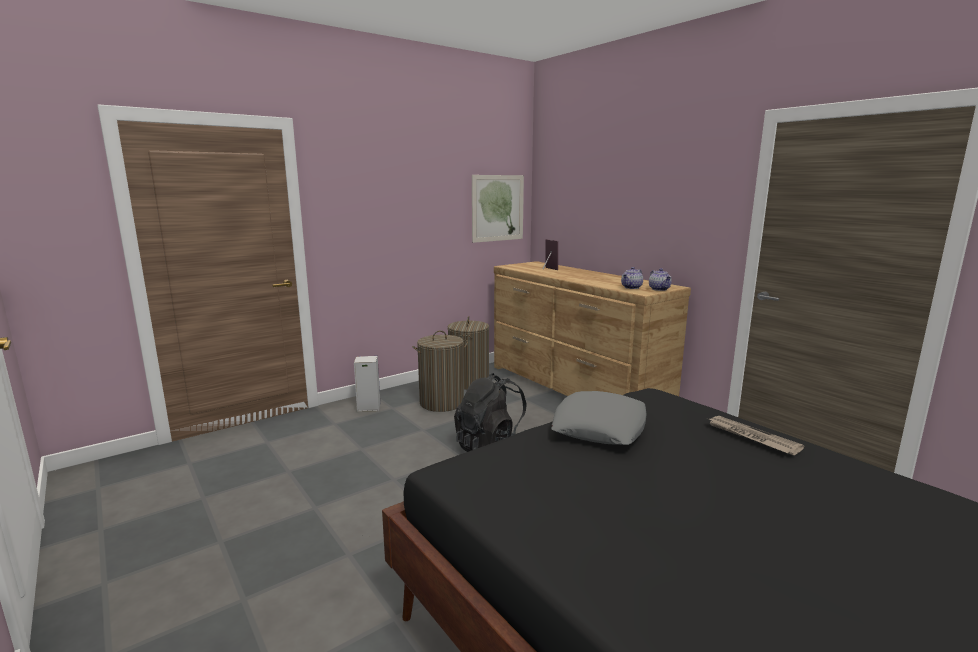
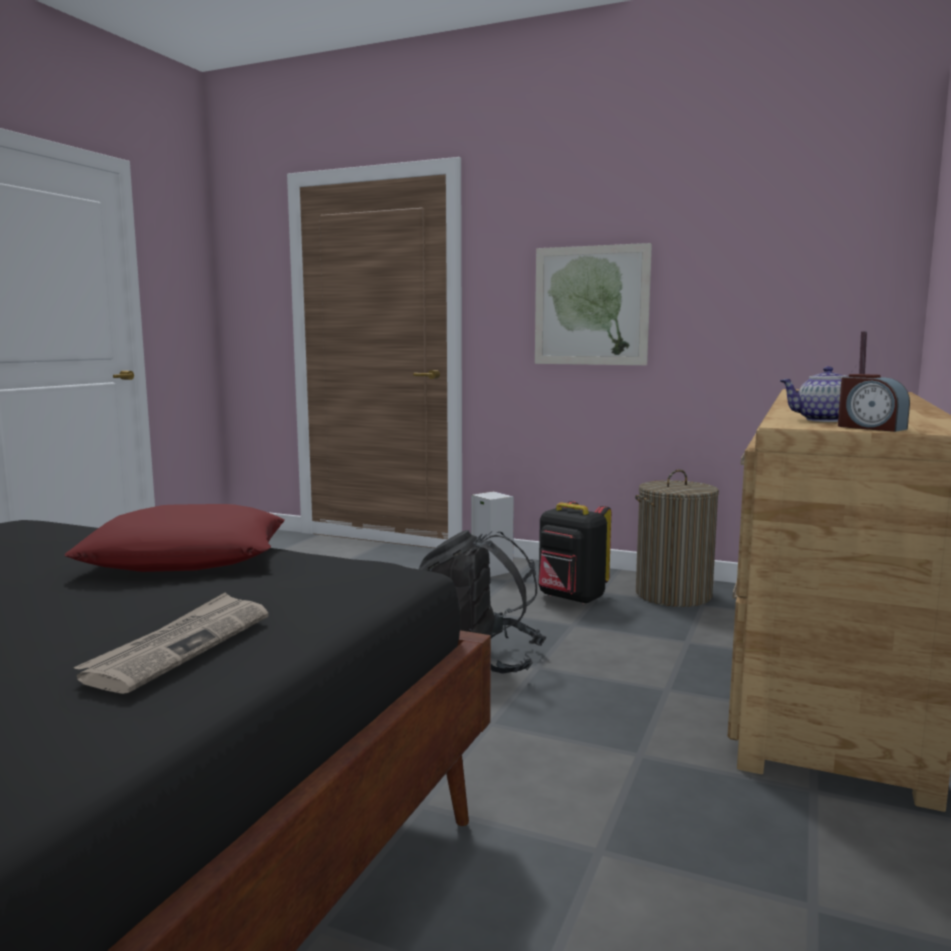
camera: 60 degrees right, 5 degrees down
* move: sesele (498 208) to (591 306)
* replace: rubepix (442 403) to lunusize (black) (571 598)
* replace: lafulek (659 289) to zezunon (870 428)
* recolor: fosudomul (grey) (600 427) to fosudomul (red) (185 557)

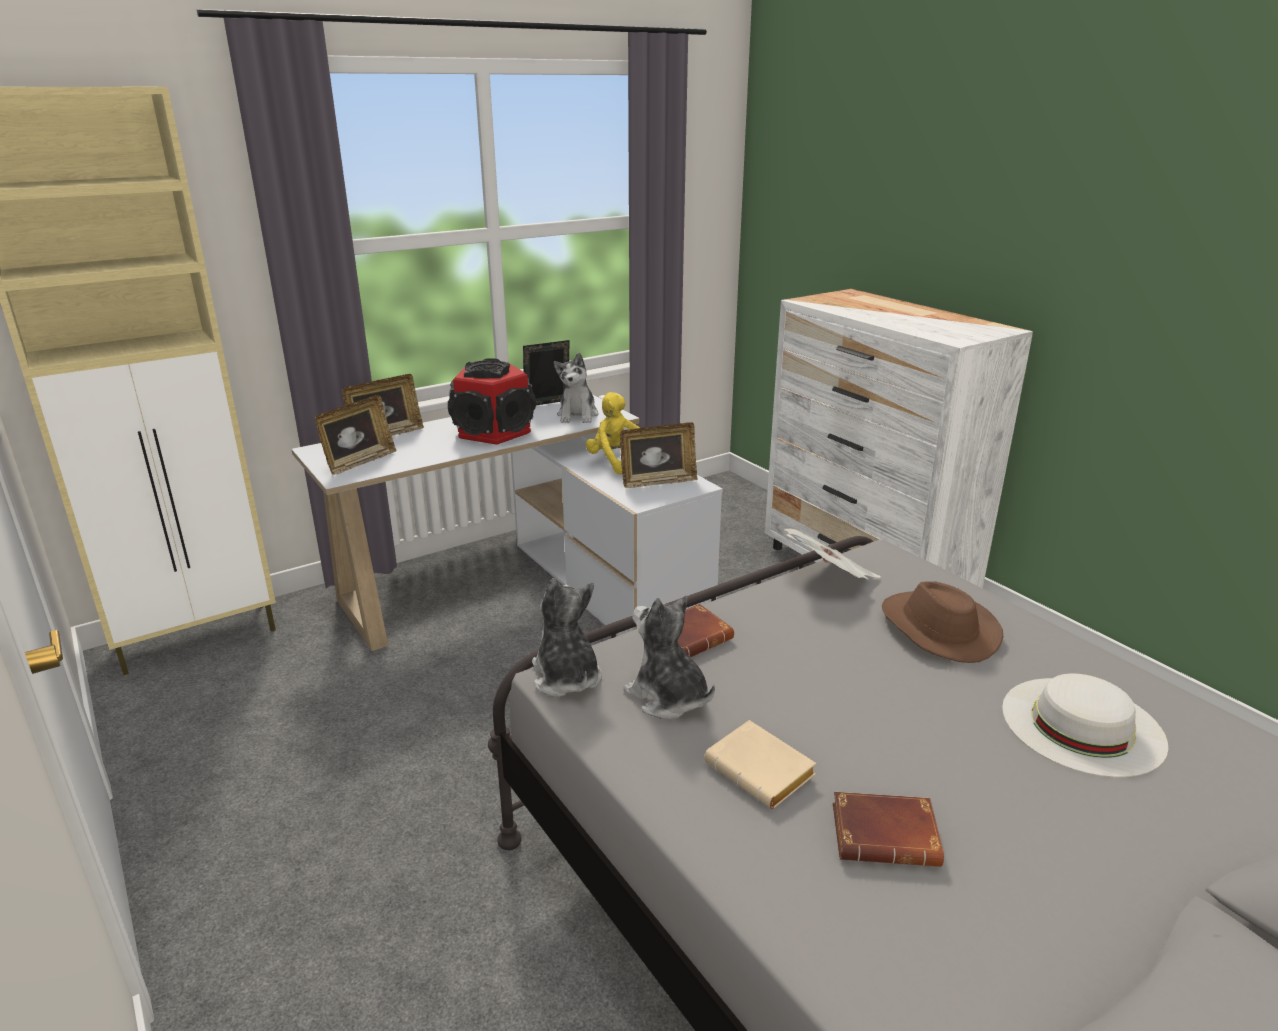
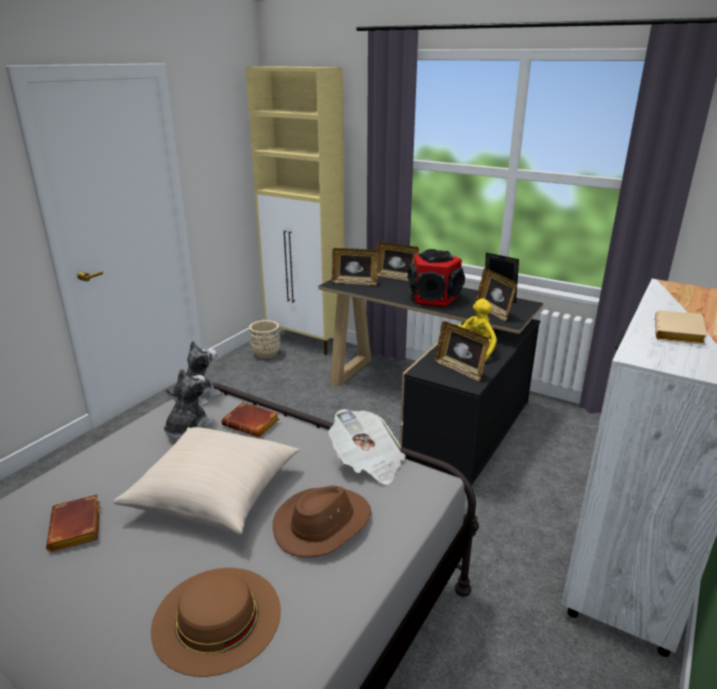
camera: 65 degrees right, 0 degrees up
* insert: fosudomul (beige) (214 494)
* insert: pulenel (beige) (266 354)
* move: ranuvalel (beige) (763 771) to (680 334)
* replace: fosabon (578 415) to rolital (494 312)
* recolor: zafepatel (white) (529 589) to zafepatel (black) (430 408)
* recolor: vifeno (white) (1082 725) to vifeno (brown) (217 617)

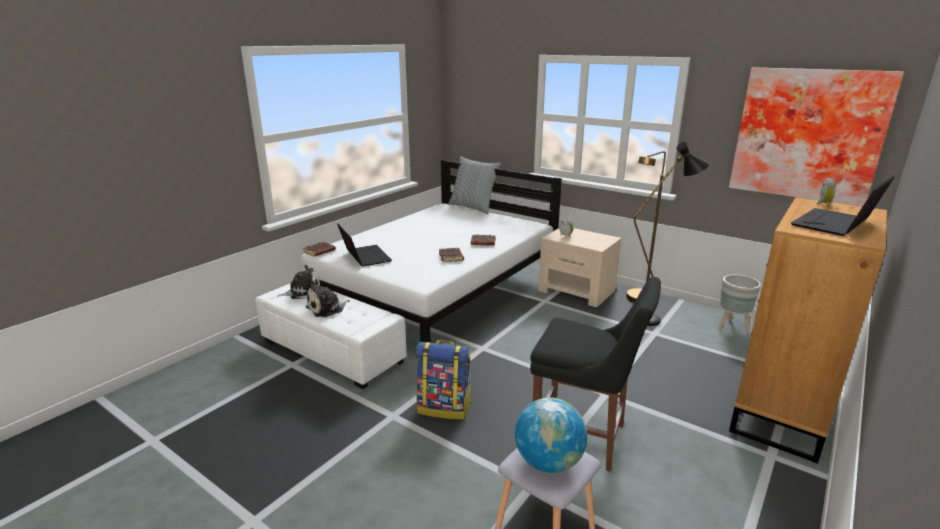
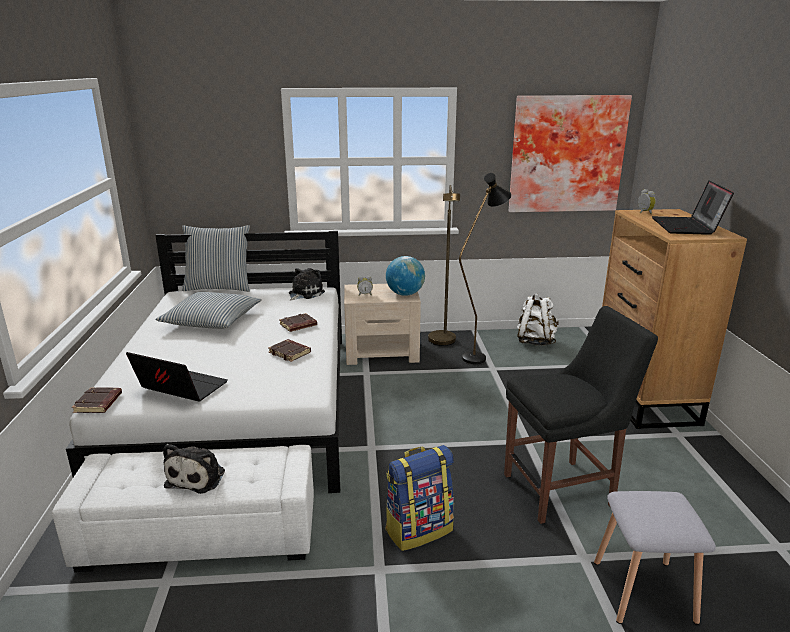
camera: 40 degrees left, 0 degrees up
* insert: fosudomul (212 320)
* move: fosabon (303 292) to (304 293)
* move: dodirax (548 462) to (405 294)
* replace: pulenel (grey) (731 327) to lunusize (white) (535 341)

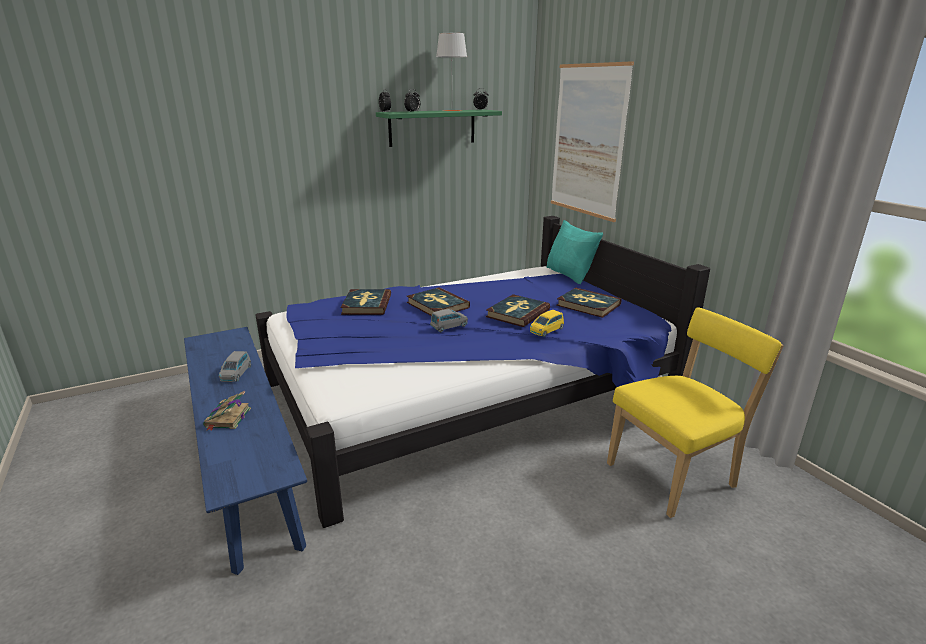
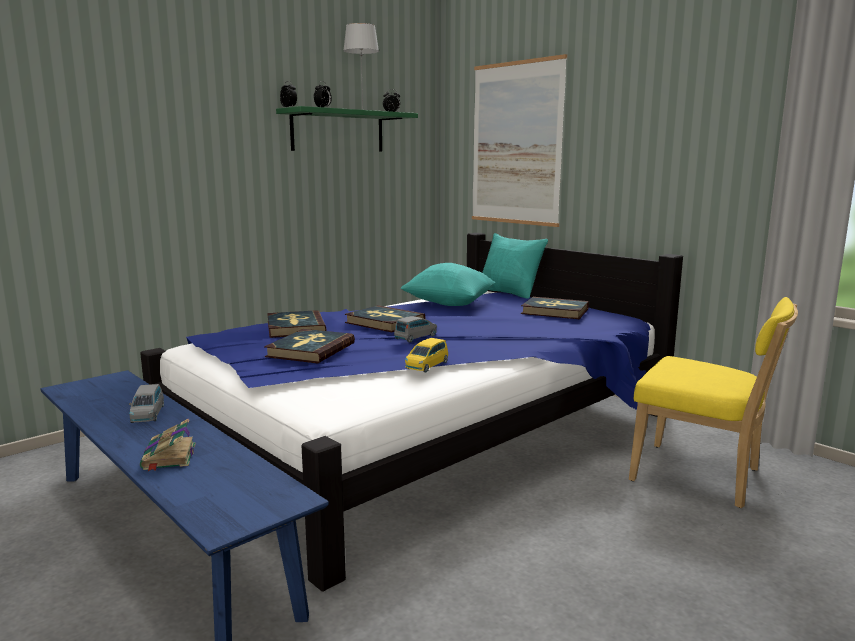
camera: 15 degrees left, 10 degrees down
* insert: fosudomul (turquoise) (449 304)
* move: ranuvalel (517 313) to (310 350)
* move: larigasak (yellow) (546 330) to (427 365)
* rotate: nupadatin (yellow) (675 474) = (701 477) 75 degrees clockwise

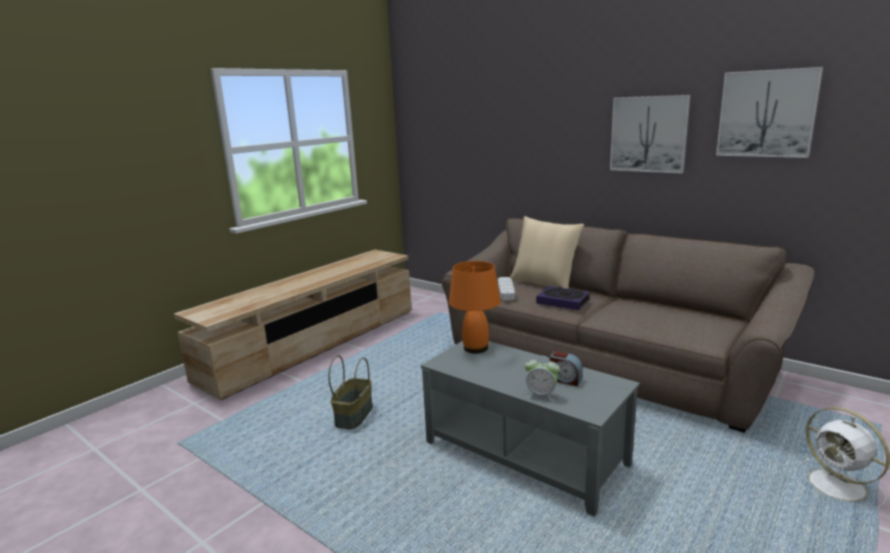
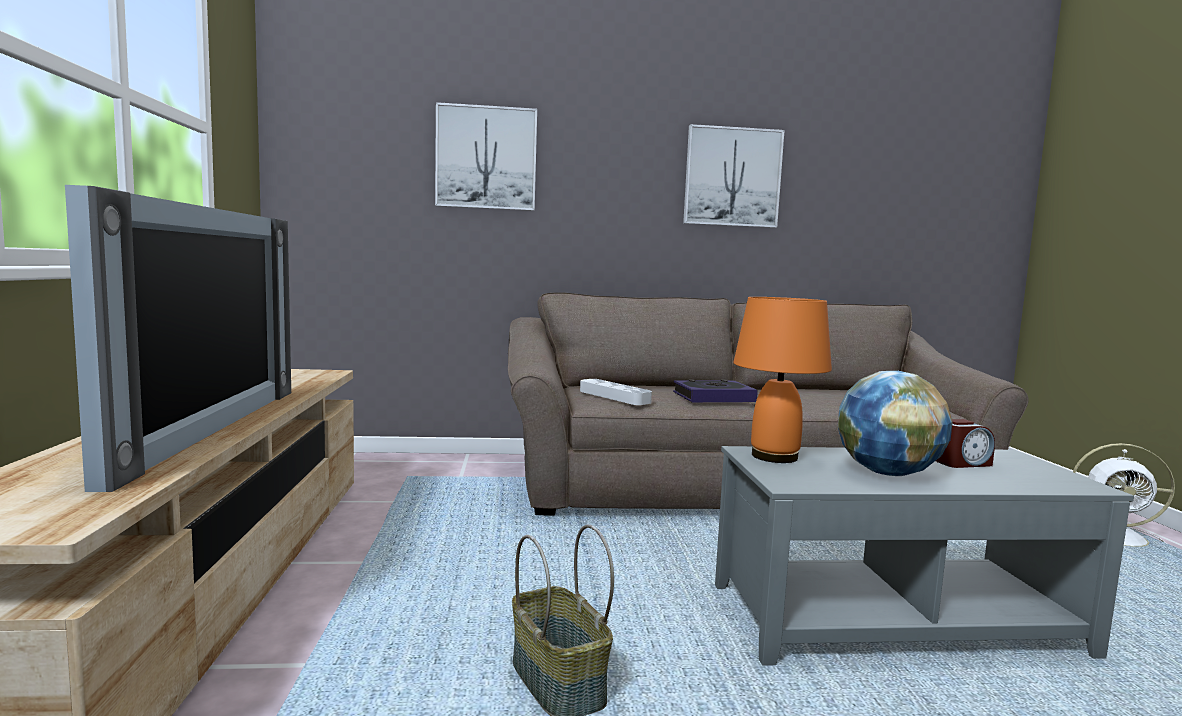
camera: 45 degrees left, 10 degrees down
* delete: fosudomul (beige) (544 284)
* delete: zezunon (541 395)
* insert: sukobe (200 428)
* insert: dodirax (887 473)
* move: sesele (766 114) to (486 158)

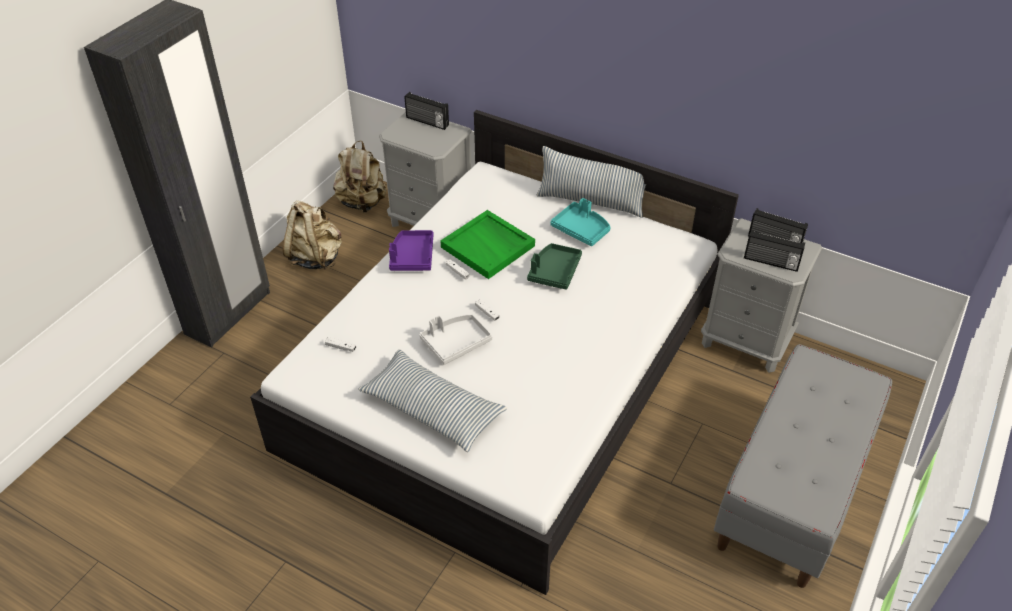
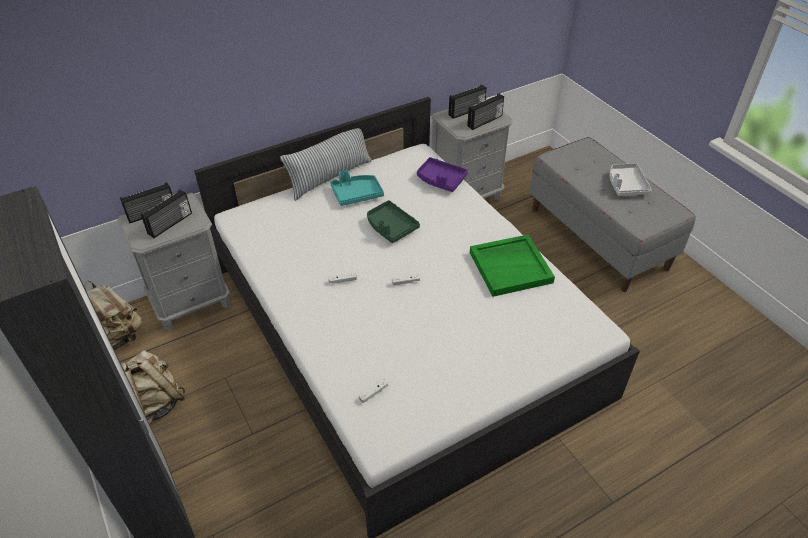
camera: 60 degrees left, 0 degrees up
* delete: fosudomul (432 408)
* insert: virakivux (170 224)
* move: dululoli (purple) (412 257) to (440 180)
* move: dululoli (grey) (455 343) to (626 185)
* move: dululoli (green) (488 246) to (511 267)

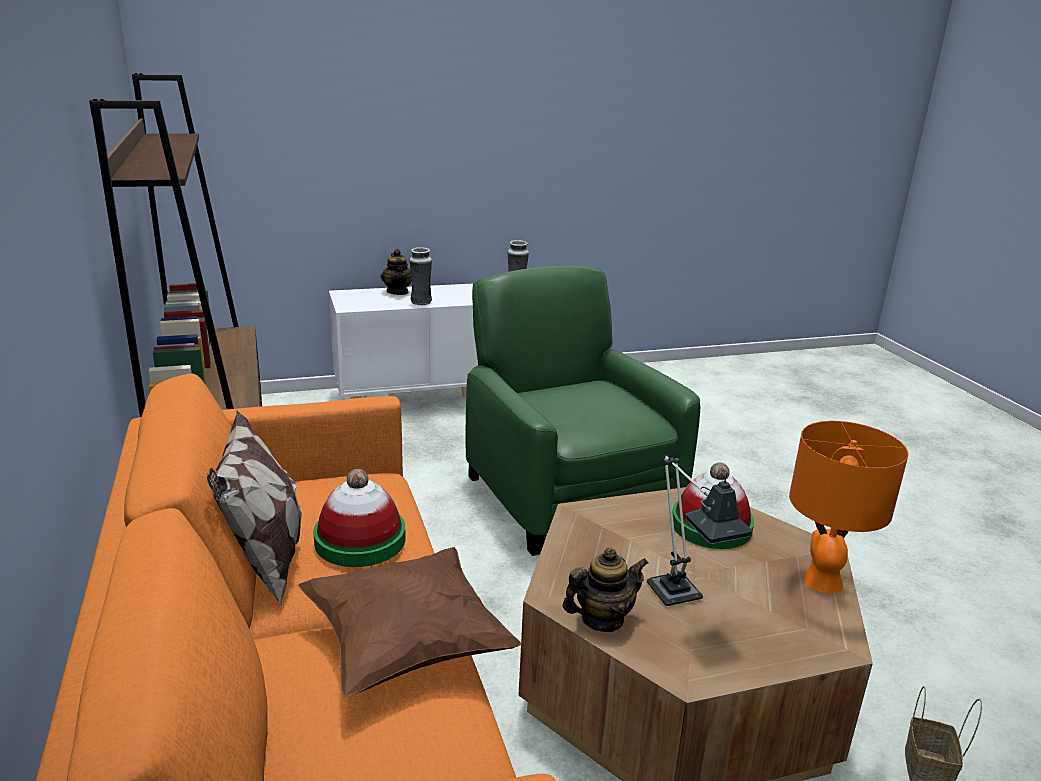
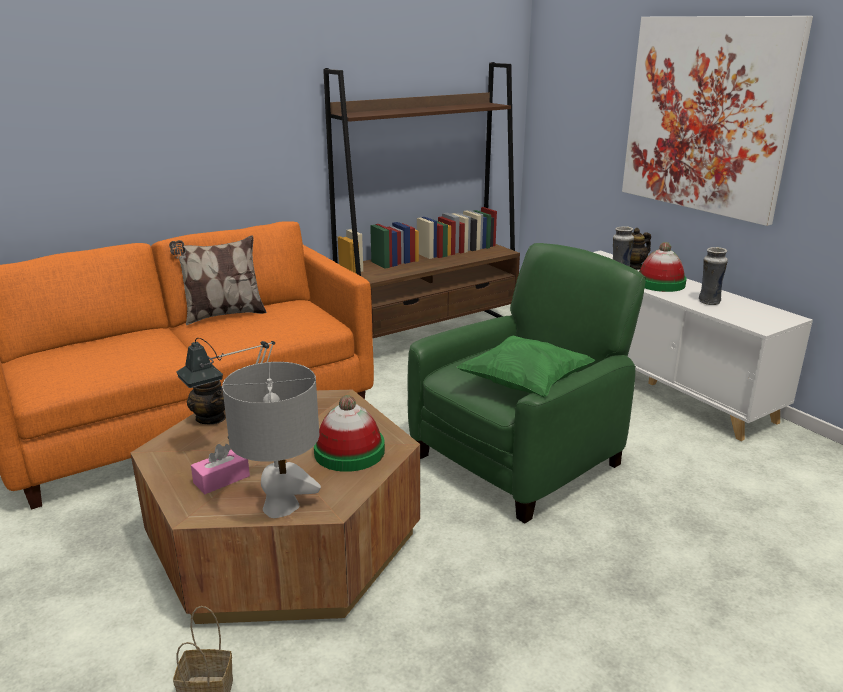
camera: 75 degrees right, 0 degrees up
* delete: fosudomul (brown) (406 646)
* insert: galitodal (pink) (221 479)
* insert: fosudomul (green) (524 385)
* insert: sesele (706 116)
* move: vifeno (360 540) to (660 283)
* recolor: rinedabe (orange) (822 581) to rinedabe (grey) (281 507)

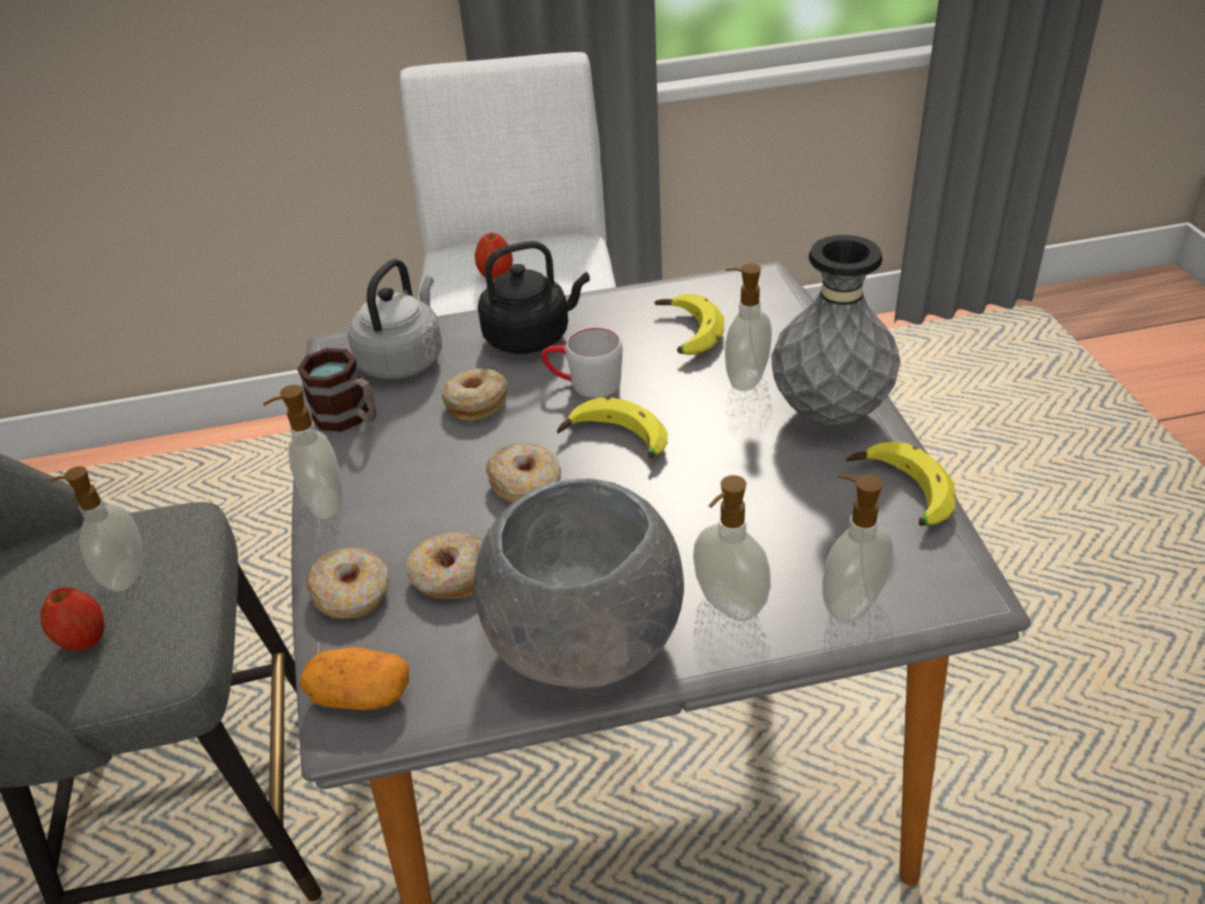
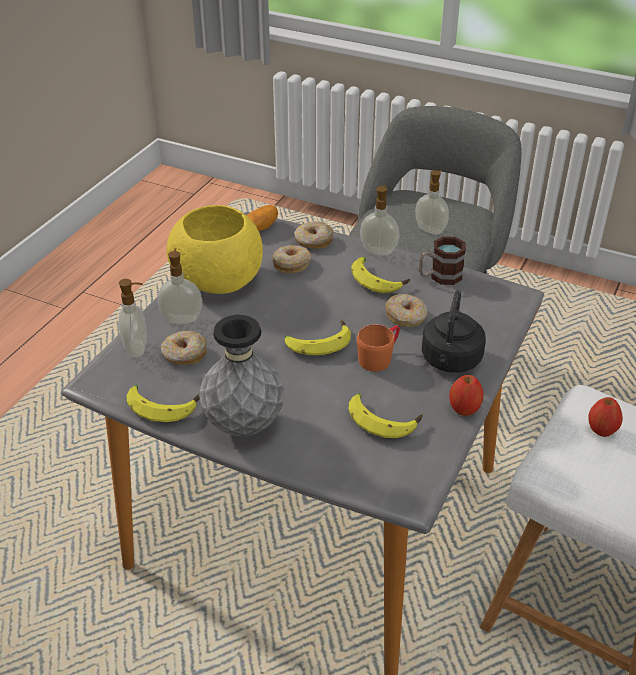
camera: 125 degrees right, 0 degrees up
* delete: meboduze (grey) (404 359)
* delete: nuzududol (745 379)
* insert: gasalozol (379 279)
* move: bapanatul (84 640) to (464 409)
* move: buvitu (526 483) to (184 354)
* recolor: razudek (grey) (585 639) to razudek (yellow) (216 279)
* recolor: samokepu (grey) (584 384) to samokepu (orange) (379 357)

